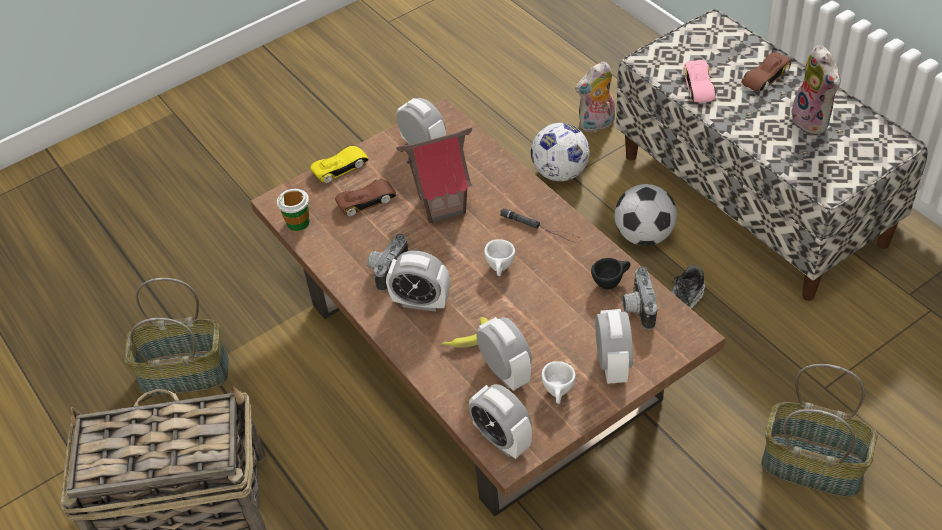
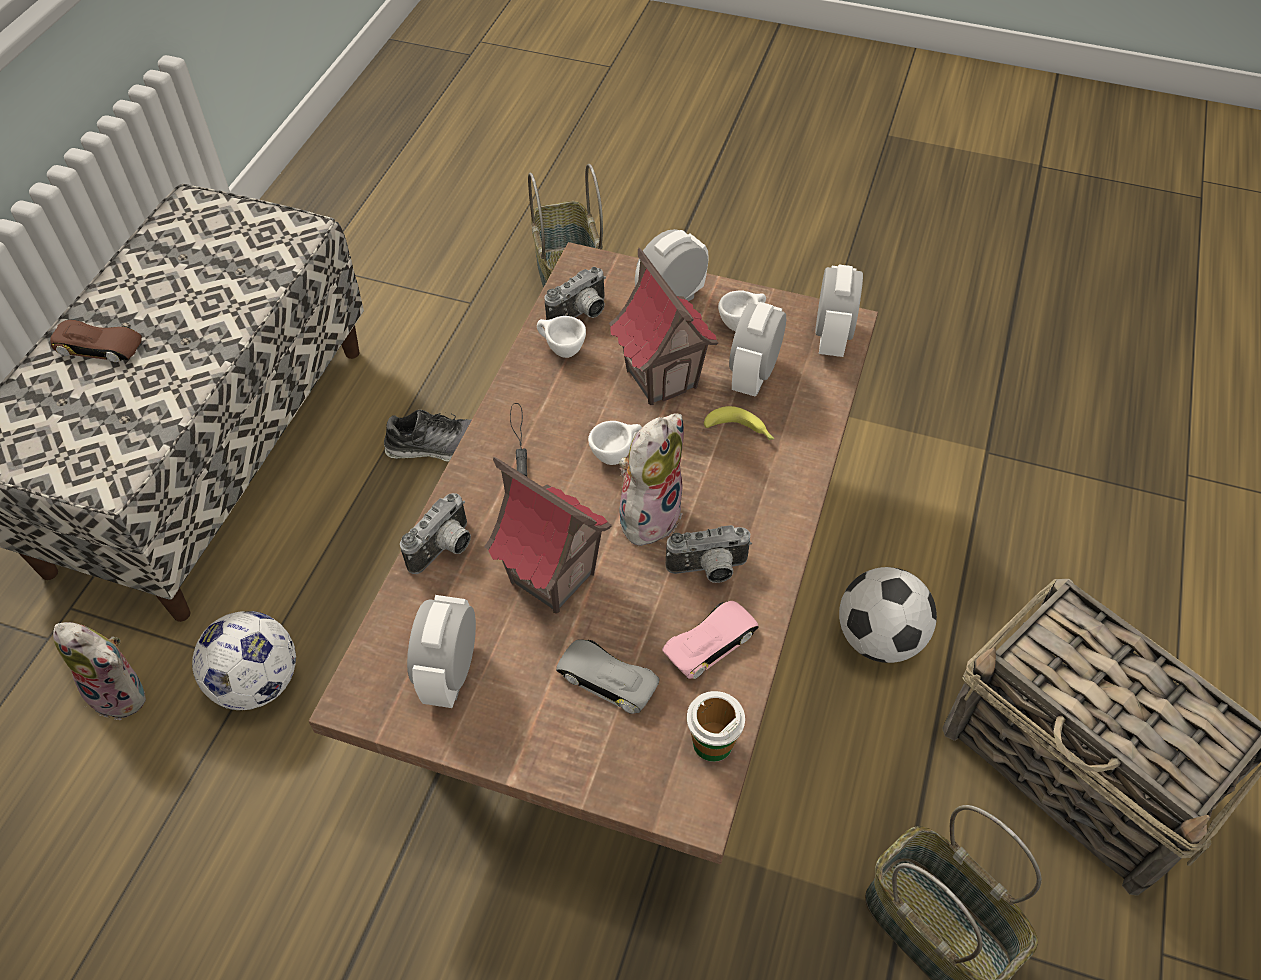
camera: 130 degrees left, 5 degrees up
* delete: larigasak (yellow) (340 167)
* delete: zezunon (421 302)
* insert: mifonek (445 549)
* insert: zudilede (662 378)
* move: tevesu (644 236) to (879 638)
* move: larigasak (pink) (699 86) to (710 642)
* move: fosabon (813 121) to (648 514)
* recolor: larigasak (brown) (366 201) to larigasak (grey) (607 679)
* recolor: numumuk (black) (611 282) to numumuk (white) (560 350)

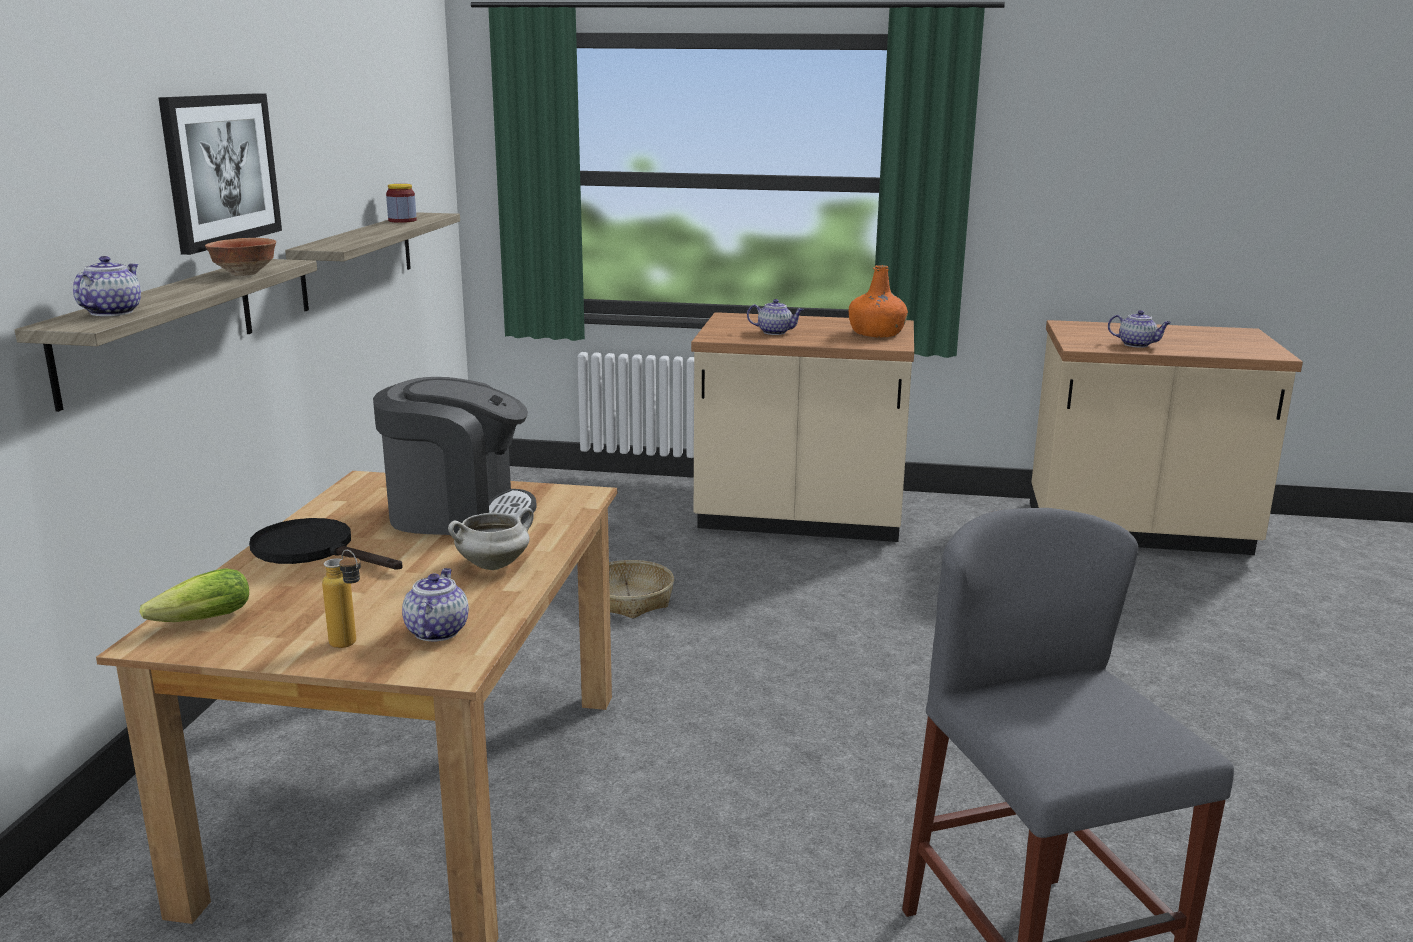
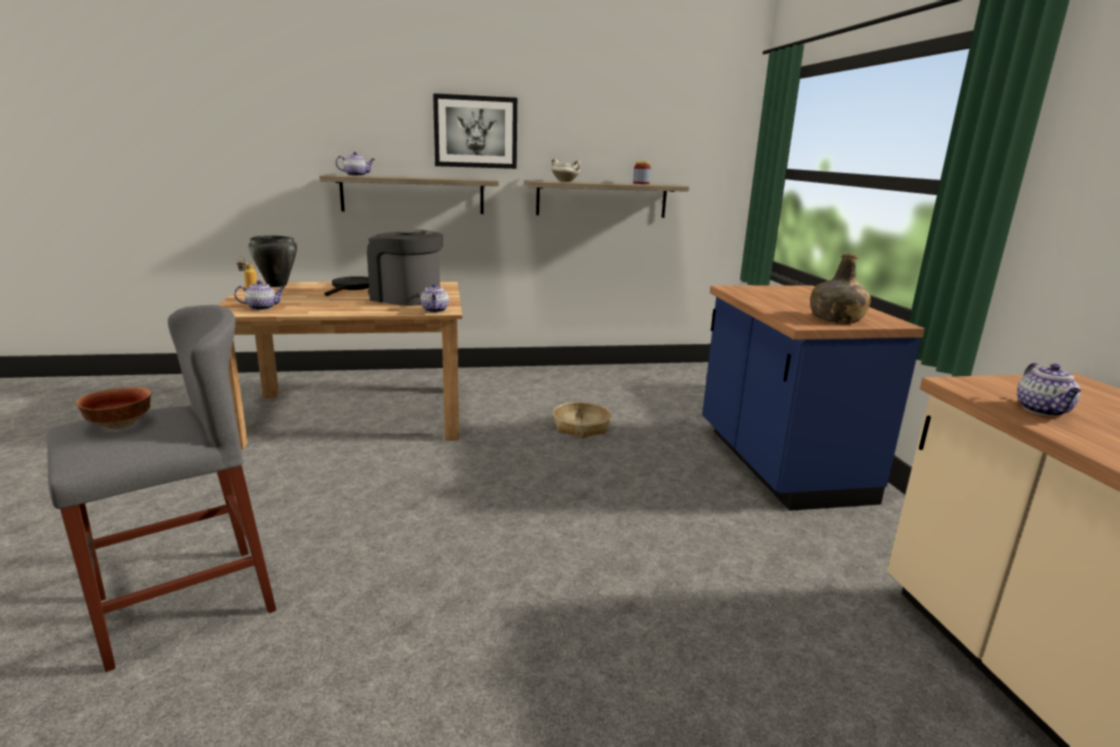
camera: 70 degrees right, 0 degrees up
* move: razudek (244 274) to (119 425)
* move: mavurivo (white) (494 564) to (565 181)
* move: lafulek (775 332) to (435 310)
* replace: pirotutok (198 622) to mavurivo (black) (277 285)
* recolor: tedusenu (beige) (800 520) to tedusenu (blue) (778 464)
* recolor: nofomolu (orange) (877 334) to nofomolu (green) (836 319)
* rotate: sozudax (458 513) = (405 298) 135 degrees clockwise

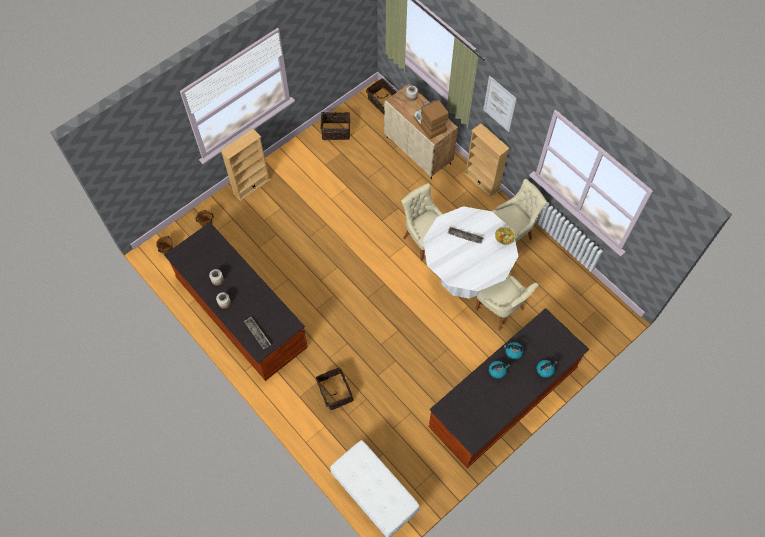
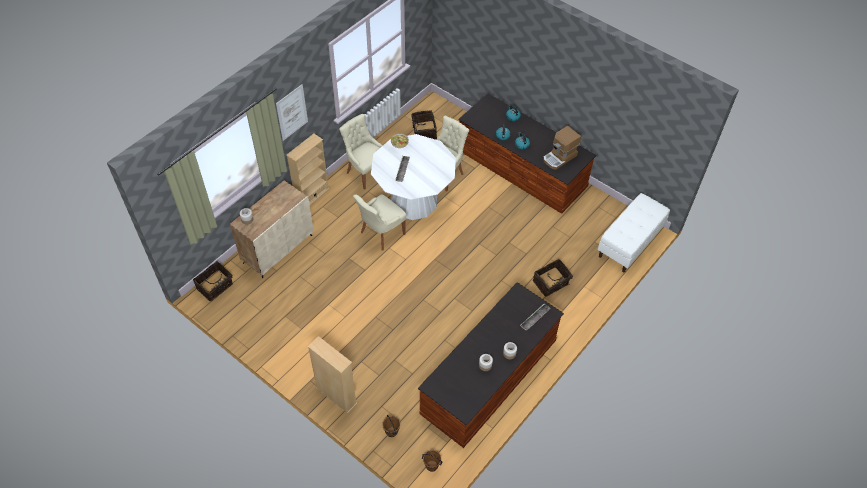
camera: 100 degrees left, 10 degrees down
* move: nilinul (336 130) to (423 132)
* move: sozudax (429 124) to (560 158)

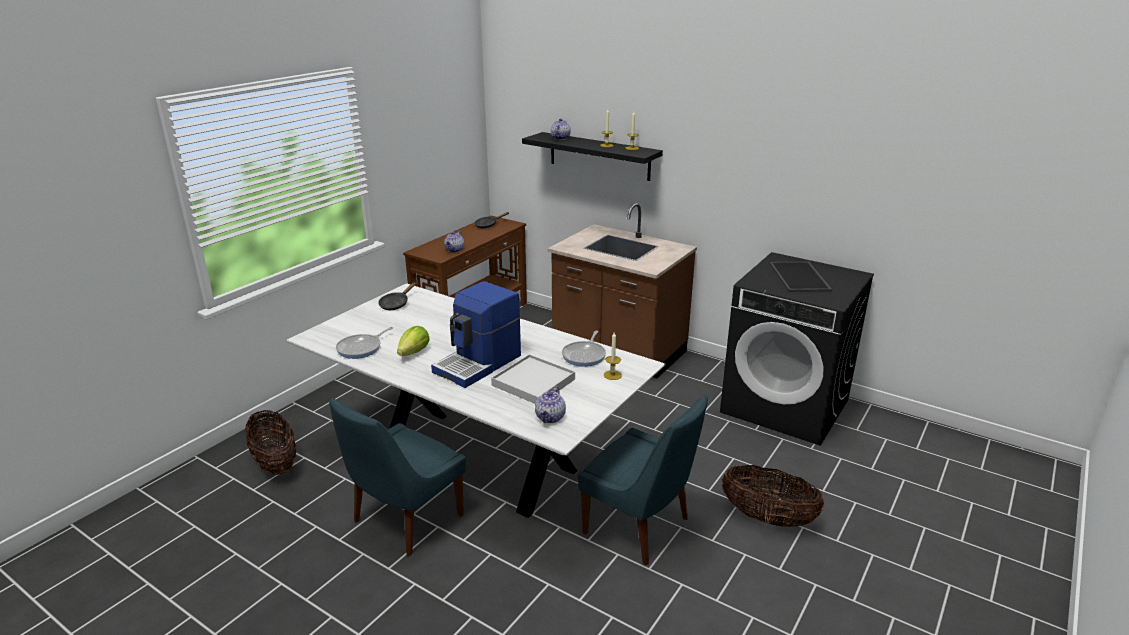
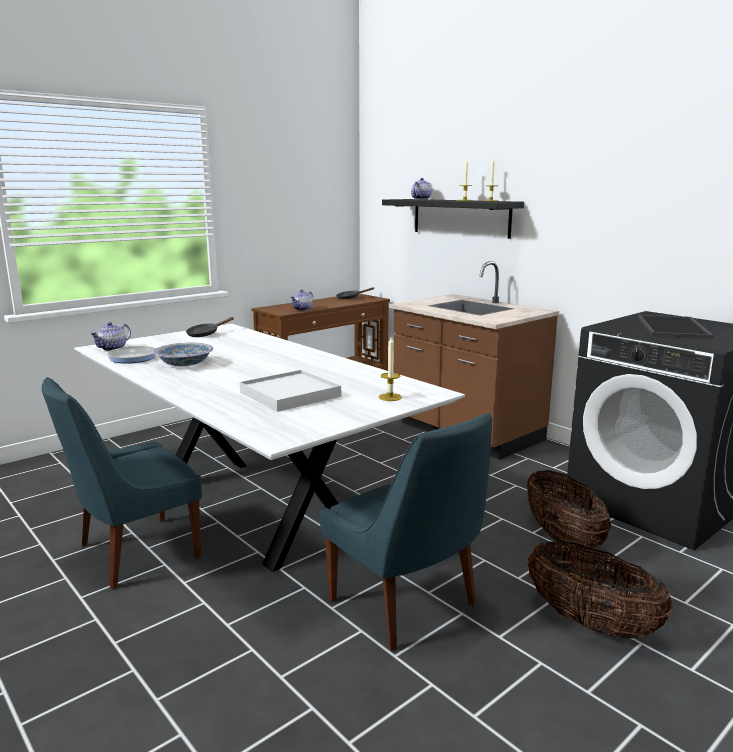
camera: 15 degrees right, 10 degrees down
* delete: sozudax (479 364)
* delete: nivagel (585 355)
* move: nilinul (275 463) to (562 538)
* move: lafulek (550 417) to (112 348)
* replace: pirotutok (414 353) to razudek (185 364)

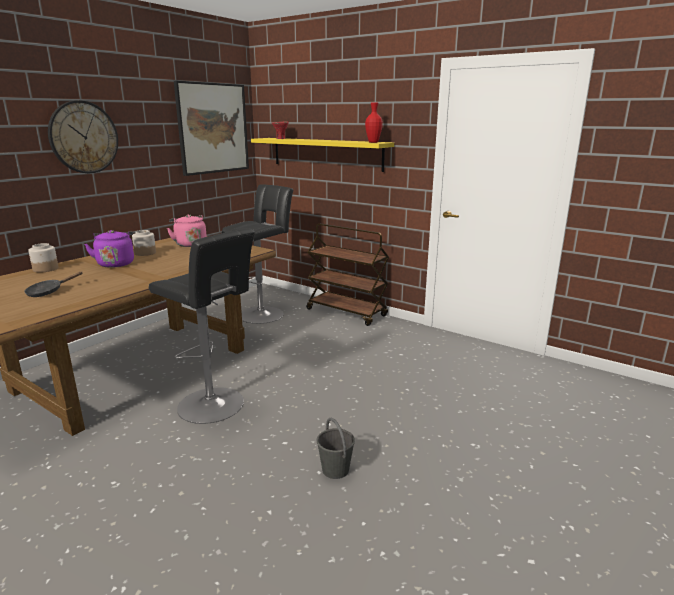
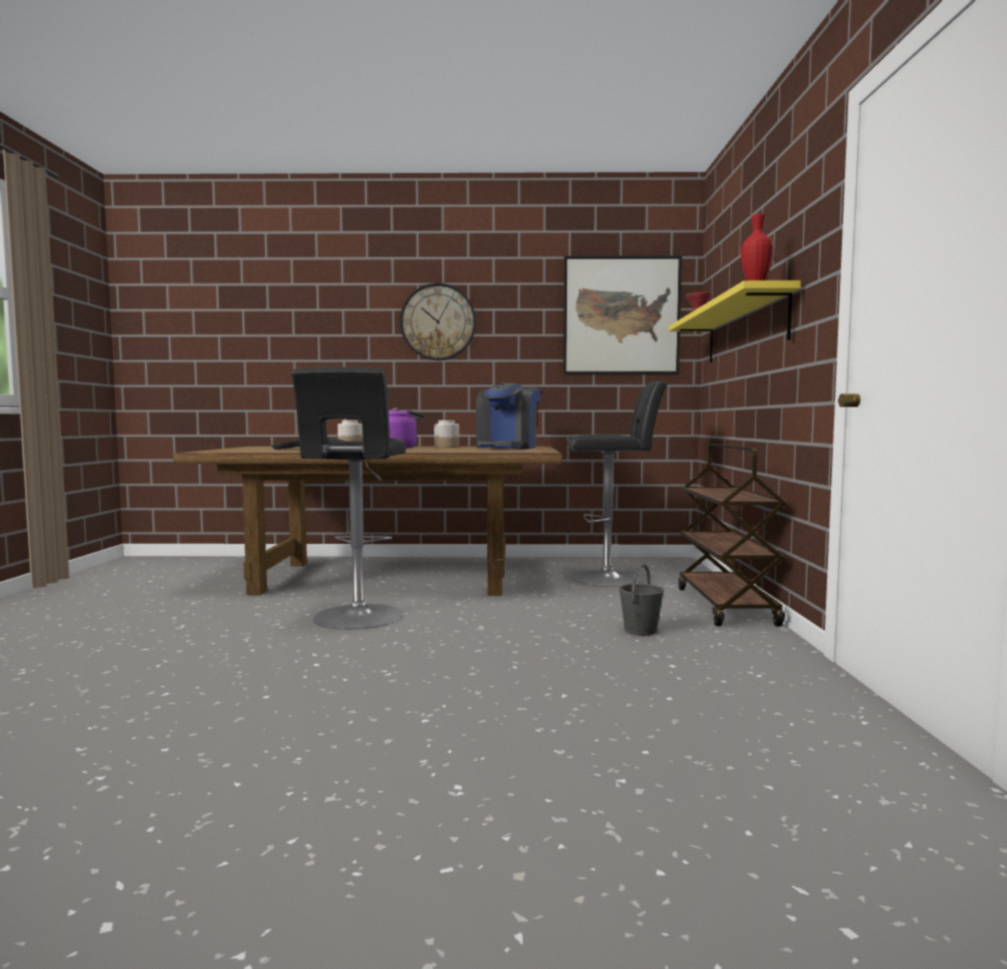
camera: 55 degrees right, 15 degrees down
* move: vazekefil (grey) (335 469) to (640 630)
* replace: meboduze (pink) (190 244) to sozudax (507 447)

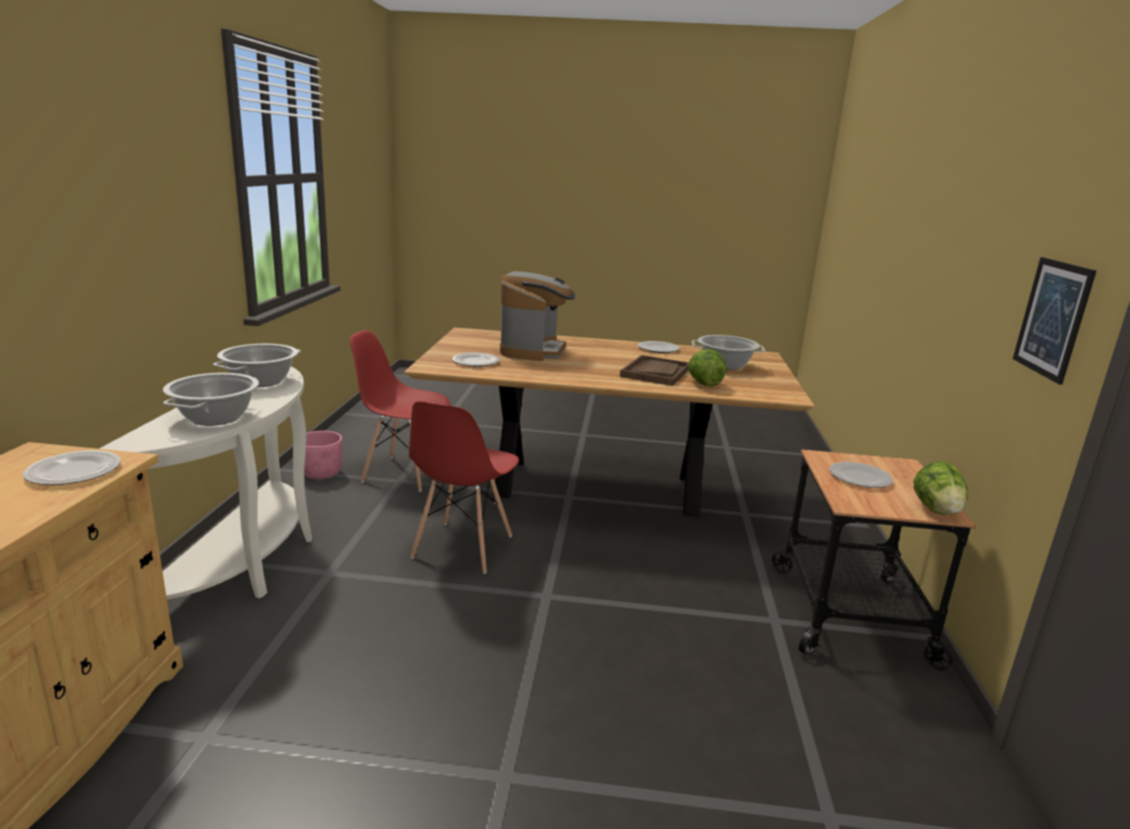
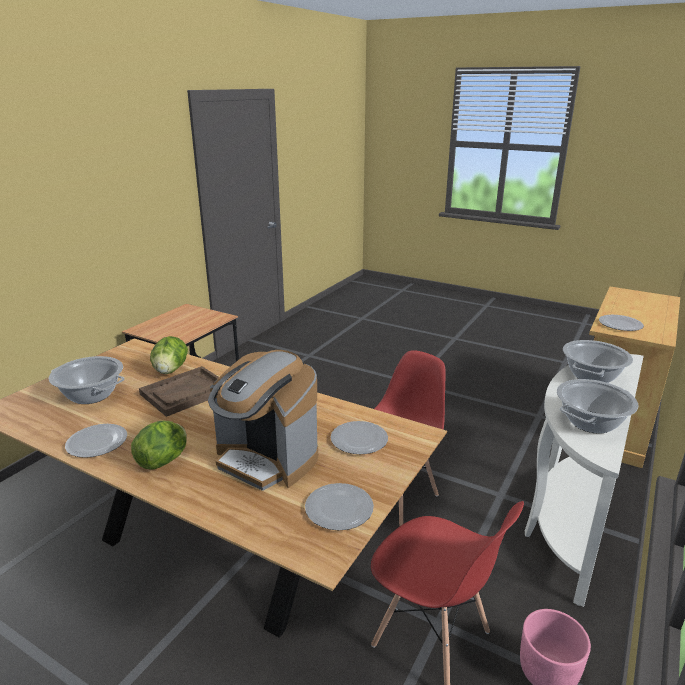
camera: 155 degrees left, 5 degrees up
* delete: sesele (1052 318)
* move: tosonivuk (860 477) to (338 509)
* move: pirotutok (936 510) to (164 460)
* rotate: sozudax (533 351) = (266 459) 90 degrees counterclockwise

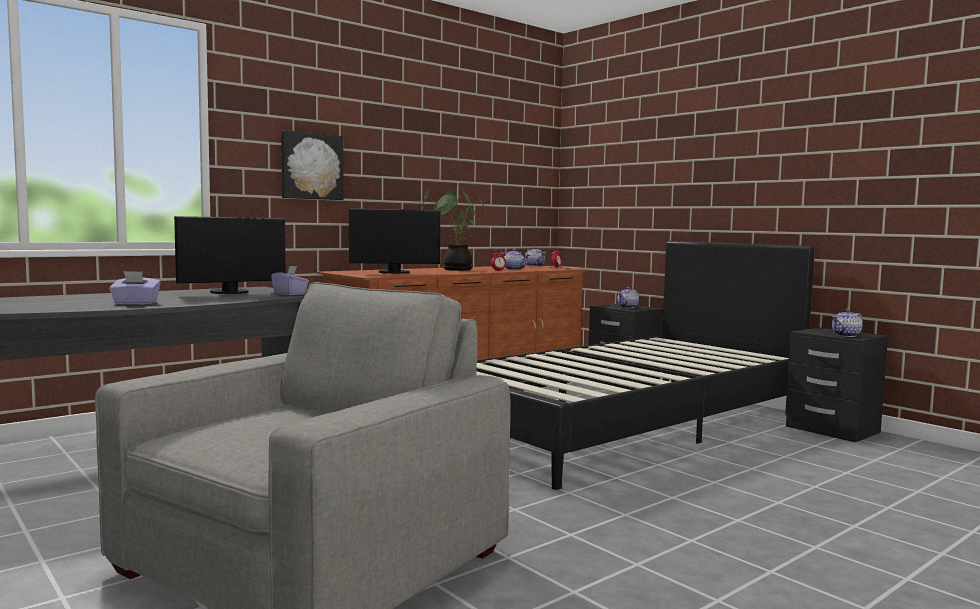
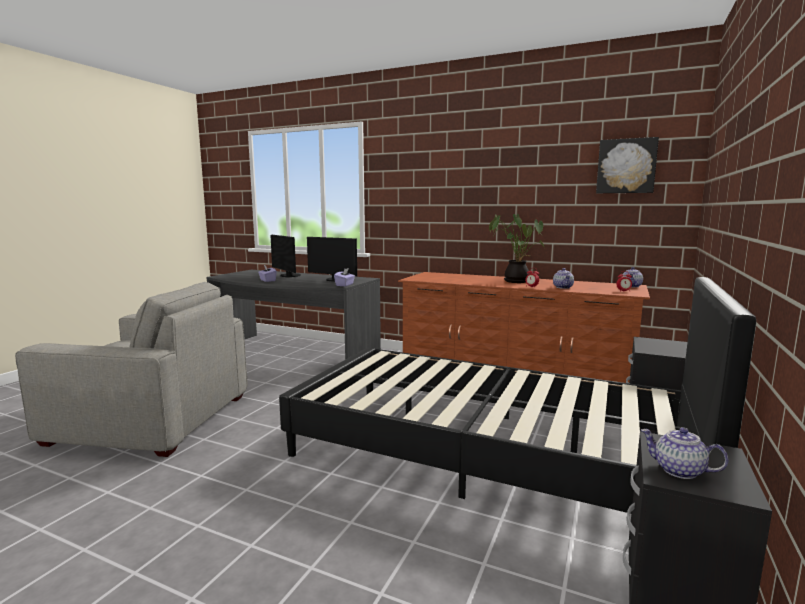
camera: 65 degrees right, 5 degrees up
* delete: lafulek (627 307)
* move: sesele (311 166) to (626 166)
* move: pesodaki (394 272) to (288 276)

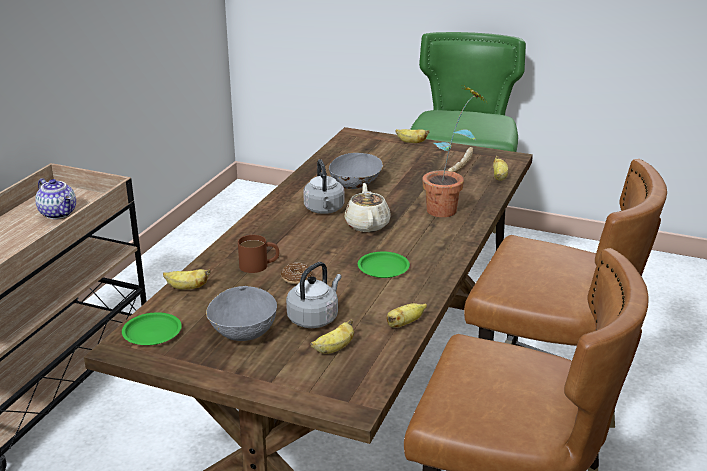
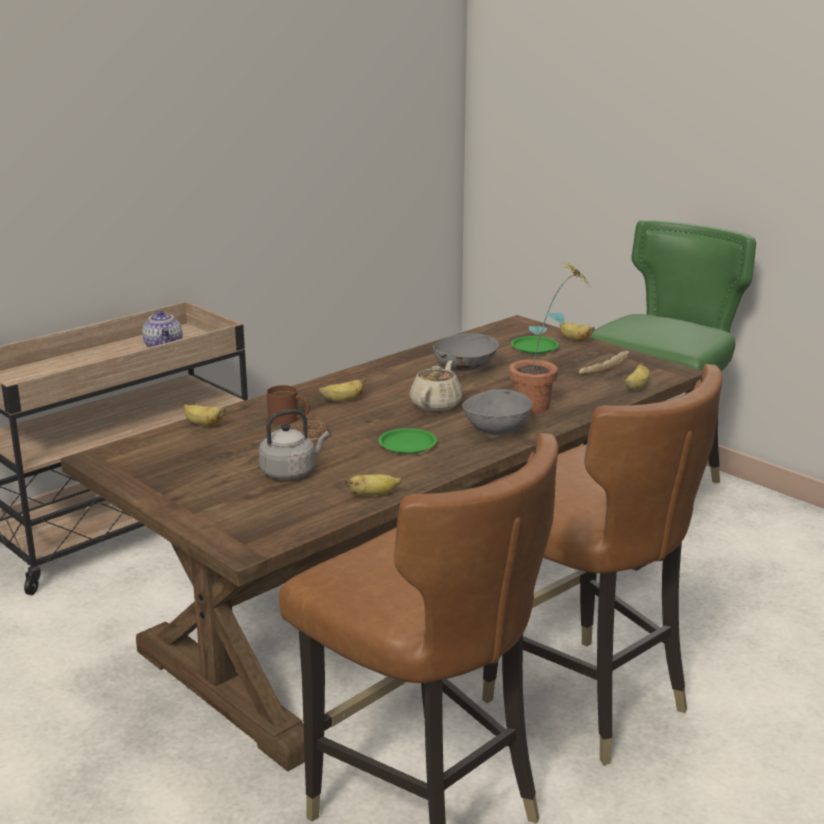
camera: 25 degrees right, 5 degrees down
* delete: meboduze (grey) (324 210)
* move: tosonivuk (green) (151 333) to (534 348)
* move: razudek (grey) (243 331) to (496 429)
* move: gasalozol (334 349) to (343 400)

